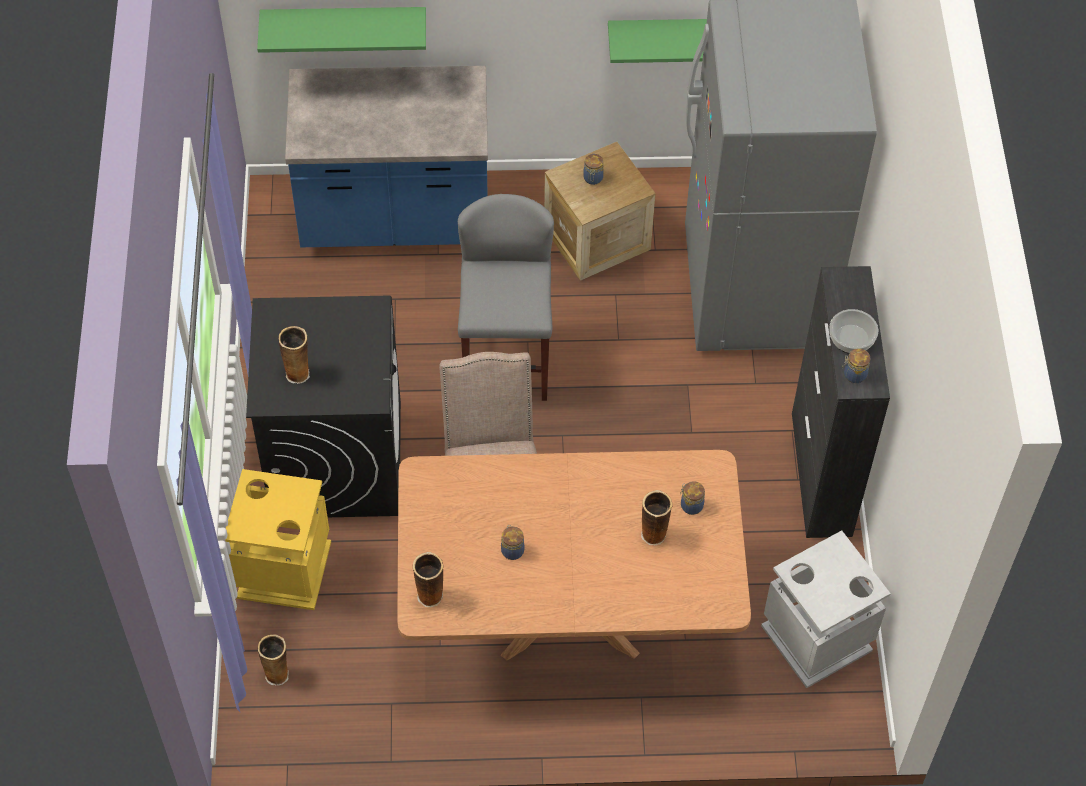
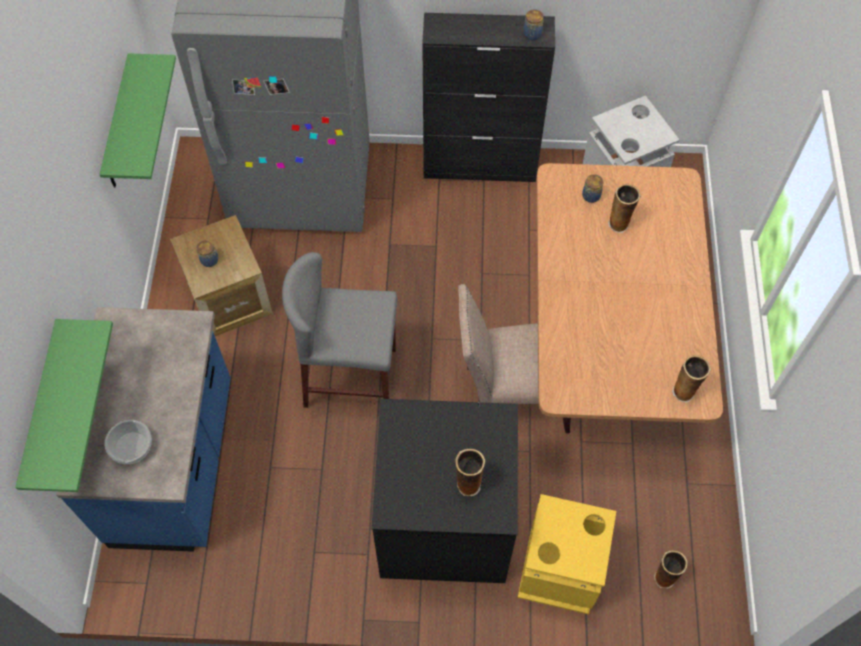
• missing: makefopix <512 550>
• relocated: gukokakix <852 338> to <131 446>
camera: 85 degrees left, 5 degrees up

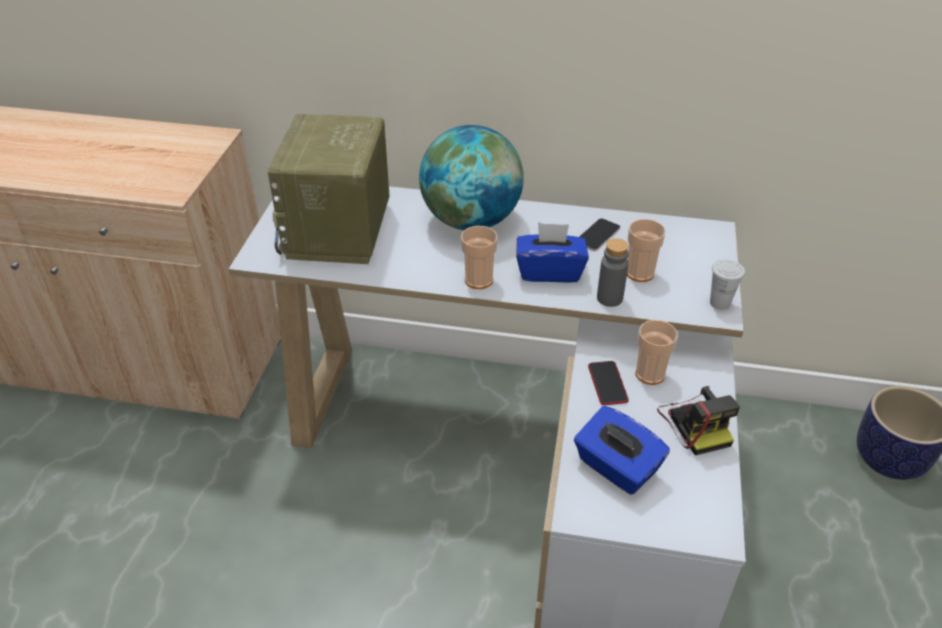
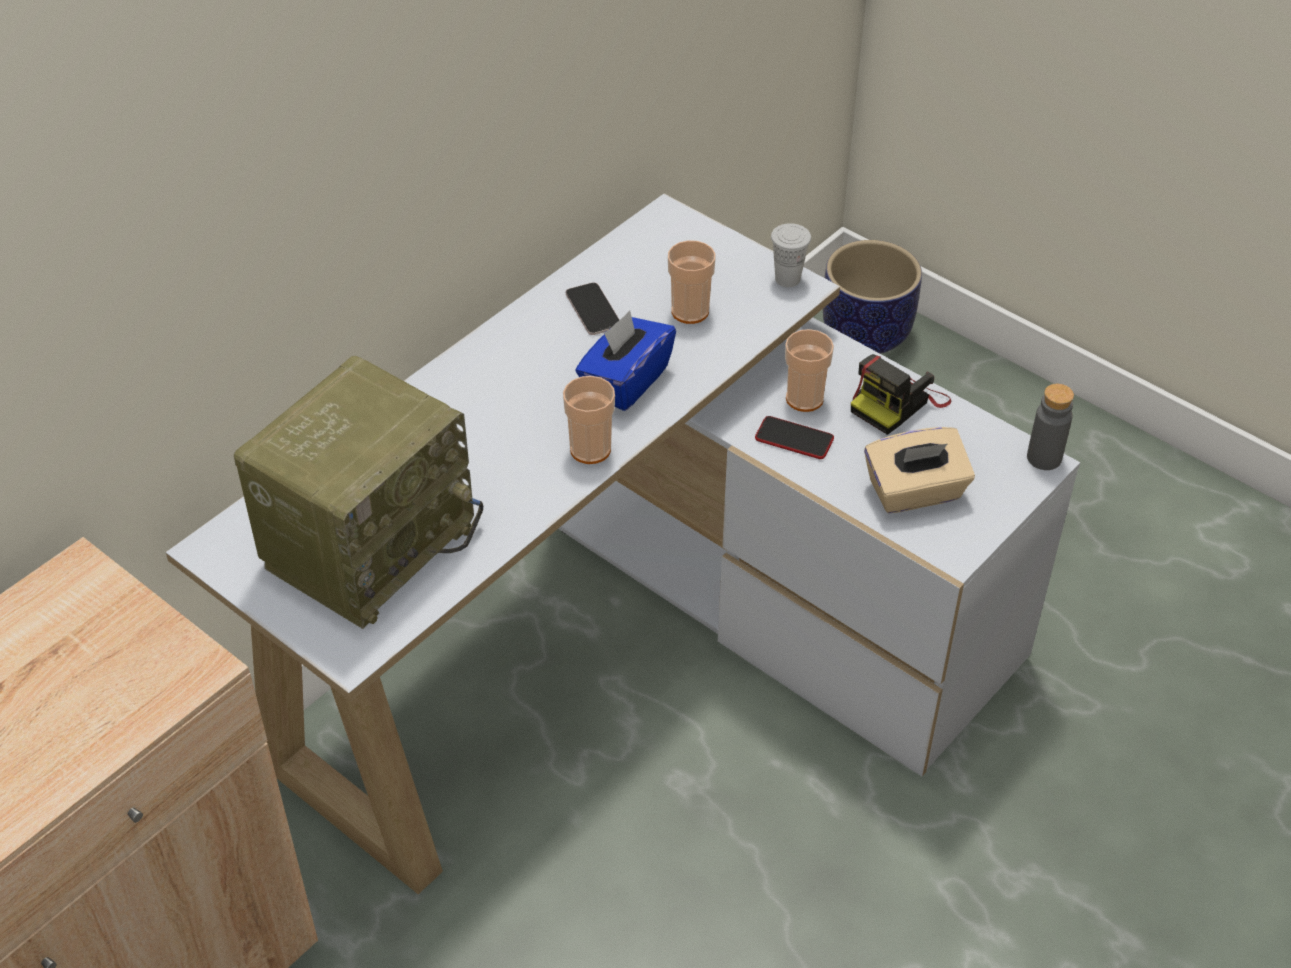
• spun: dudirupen <339 232> = <369 543> 90 degrees counterclockwise
• missing: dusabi <471 221>
• colour: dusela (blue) <616 467> to dusela (beige) <915 492>
• relocated: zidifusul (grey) <609 298> to <1044 458>
• spun: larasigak <695 424> = <898 403> 120 degrees clockwise
camera: 60 degrees left, 5 degrees up

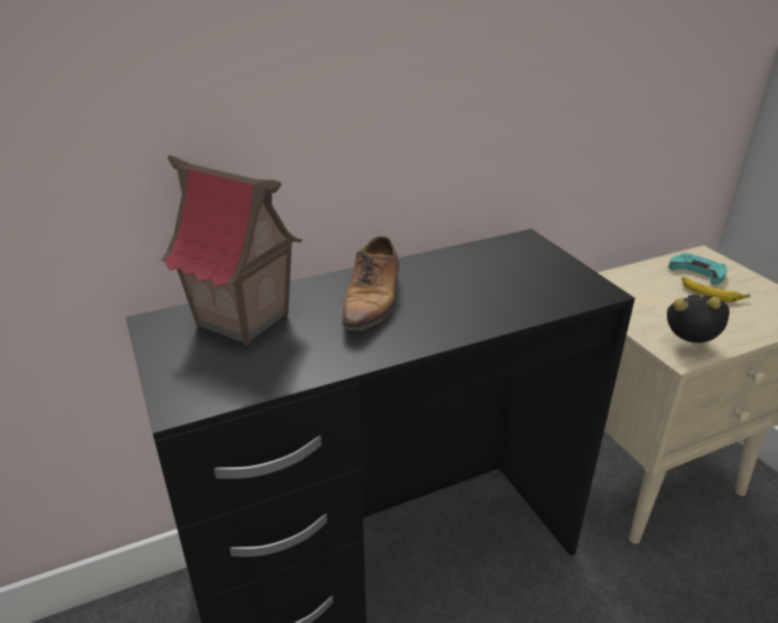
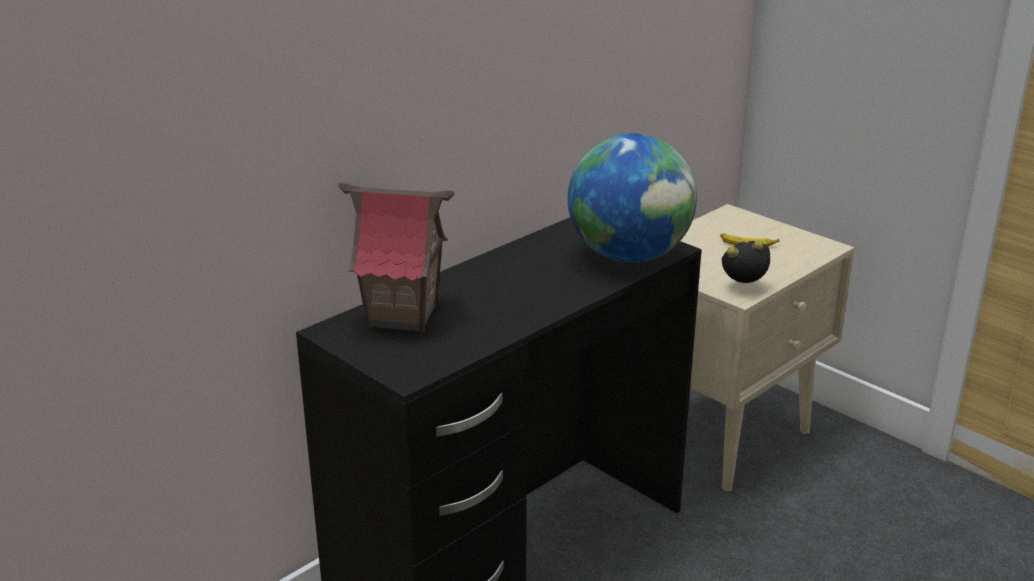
• missing: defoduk <372 301>
• missing: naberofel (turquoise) <698 272>
• appeared: dusabi <629 256>
camera: 20 degrees left, 5 degrees down

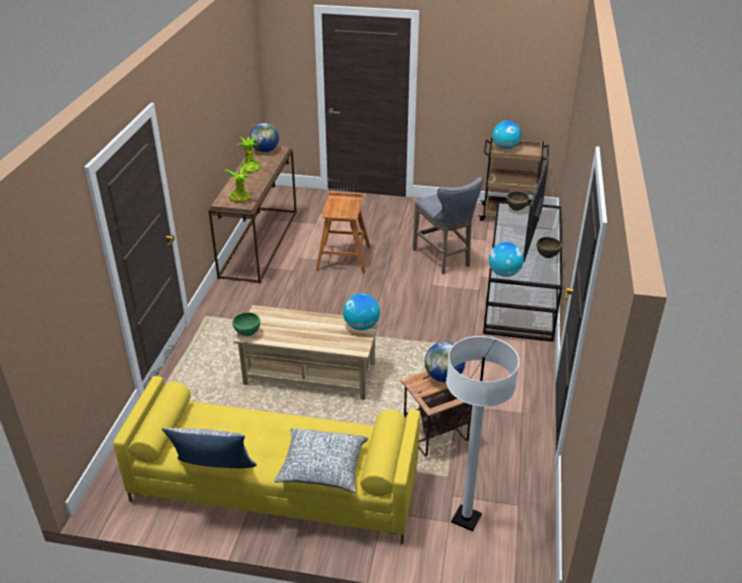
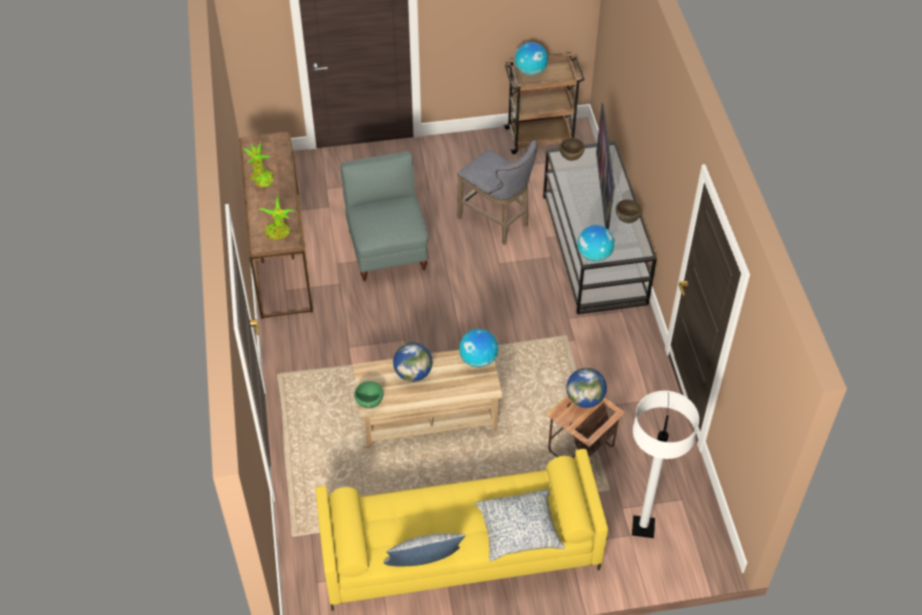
• relocated: dusabi <265 150> to <413 373>
• exchanged: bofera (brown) <343 258> to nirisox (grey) <387 250>
camera: 20 degrees left, 15 degrees up

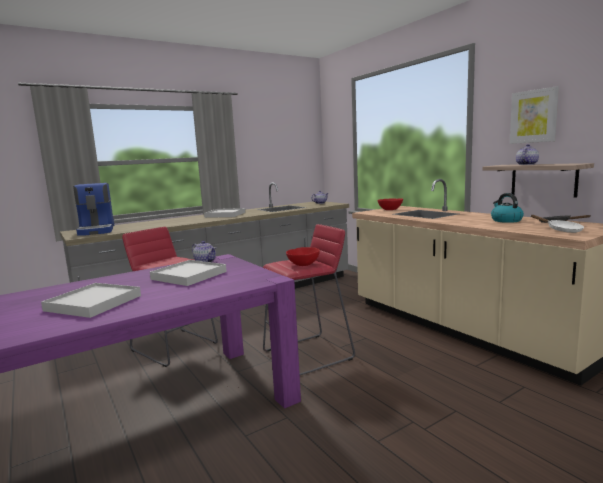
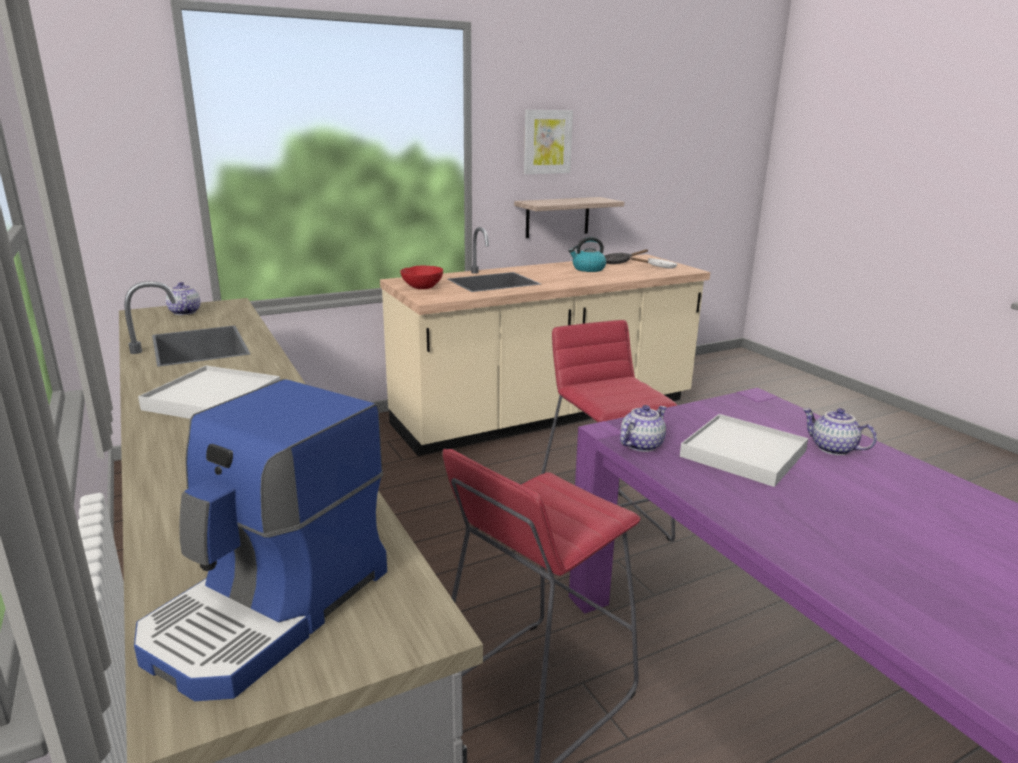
• missing: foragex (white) <94 303>
• spun: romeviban <97 230> = <272 609> 135 degrees clockwise
• missing: gukokakix (red) <303 264>
• relocated: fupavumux <526 164> to <832 449>
camera: 85 degrees left, 10 degrees up

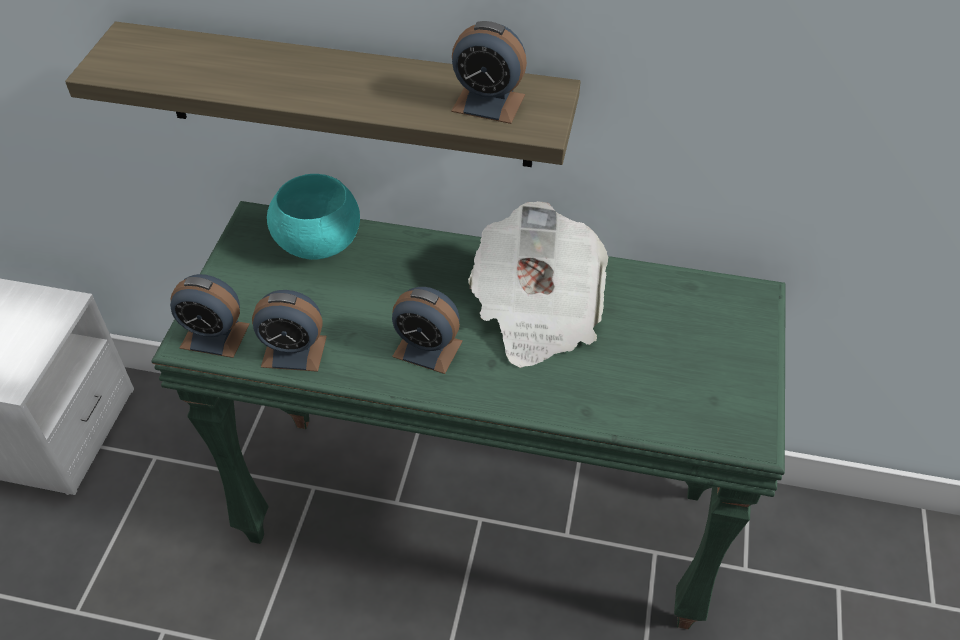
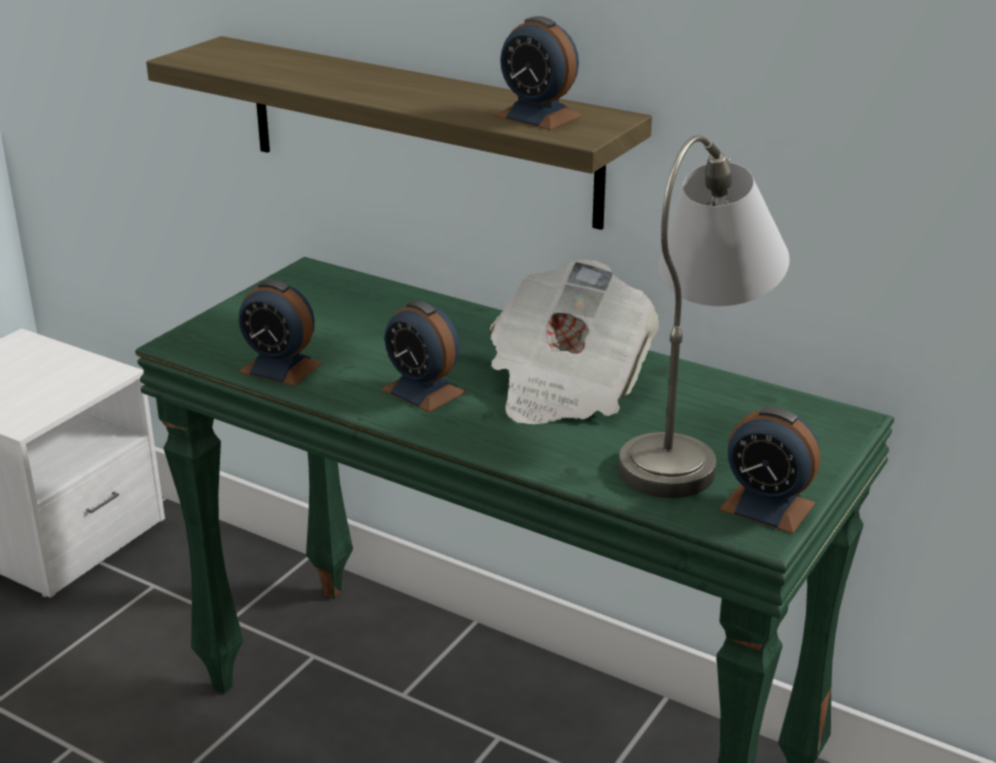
• relocated: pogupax <215 336> to <767 506>
• missing: gukokakix (turquoise) <318 244>
• appeared: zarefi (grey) <694 441>
camera: 20 degrees right, 20 degrees down

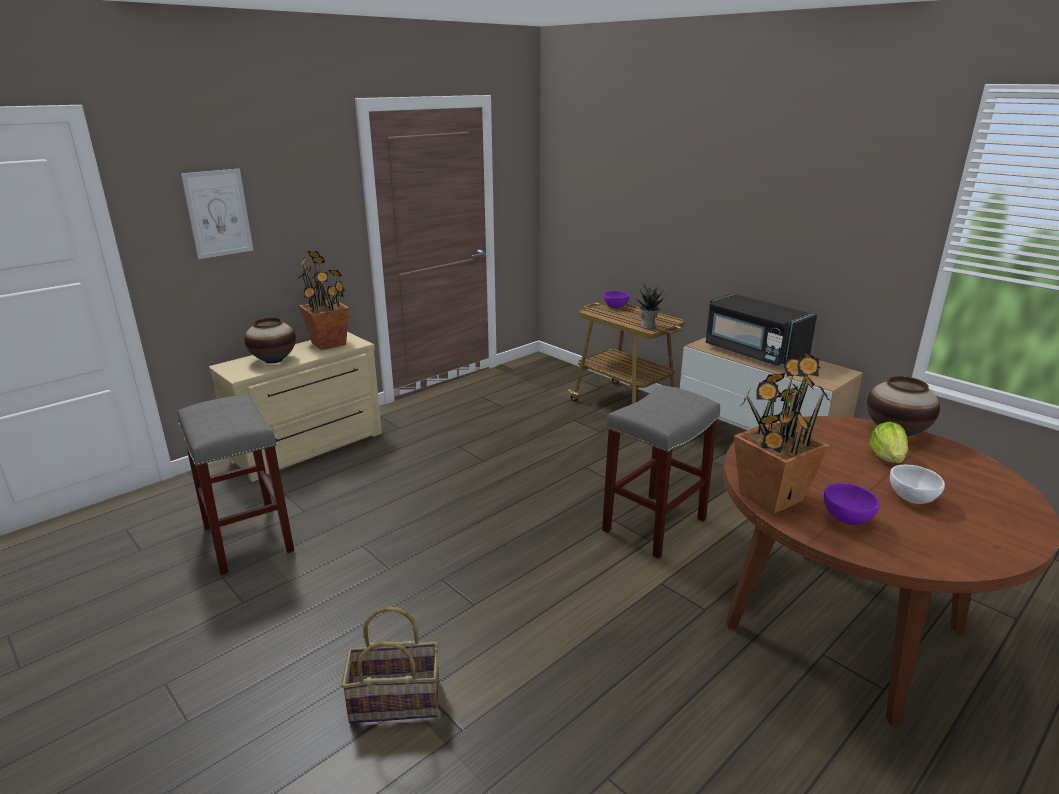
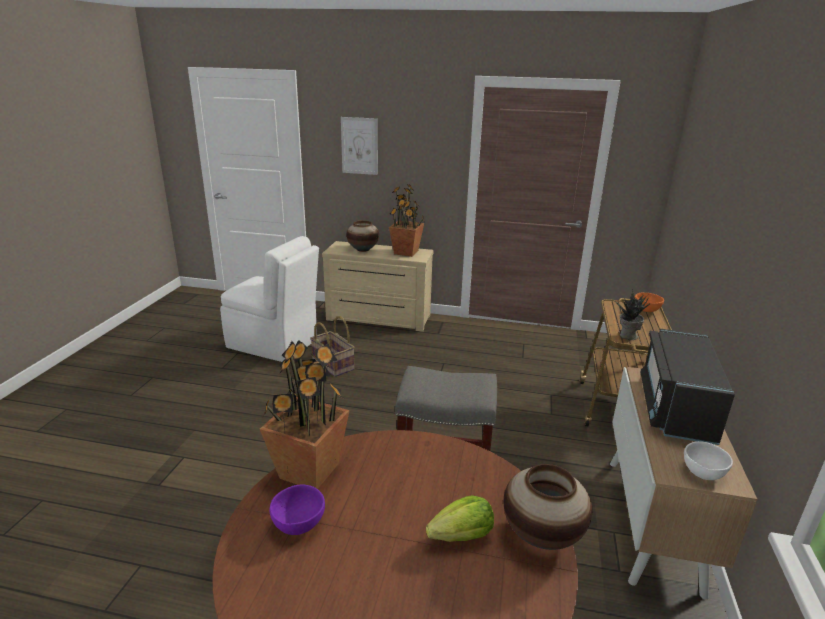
• exchanged: bofera (grey) <249 539> to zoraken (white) <274 344>
• relocated: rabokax <396 700> to <333 364>
• colour: gukokakix (purple) <615 306> to gukokakix (orange) <646 310>
• relocated: gukokakix (white) <911 499> to <702 473>
camera: 55 degrees right, 0 degrees up

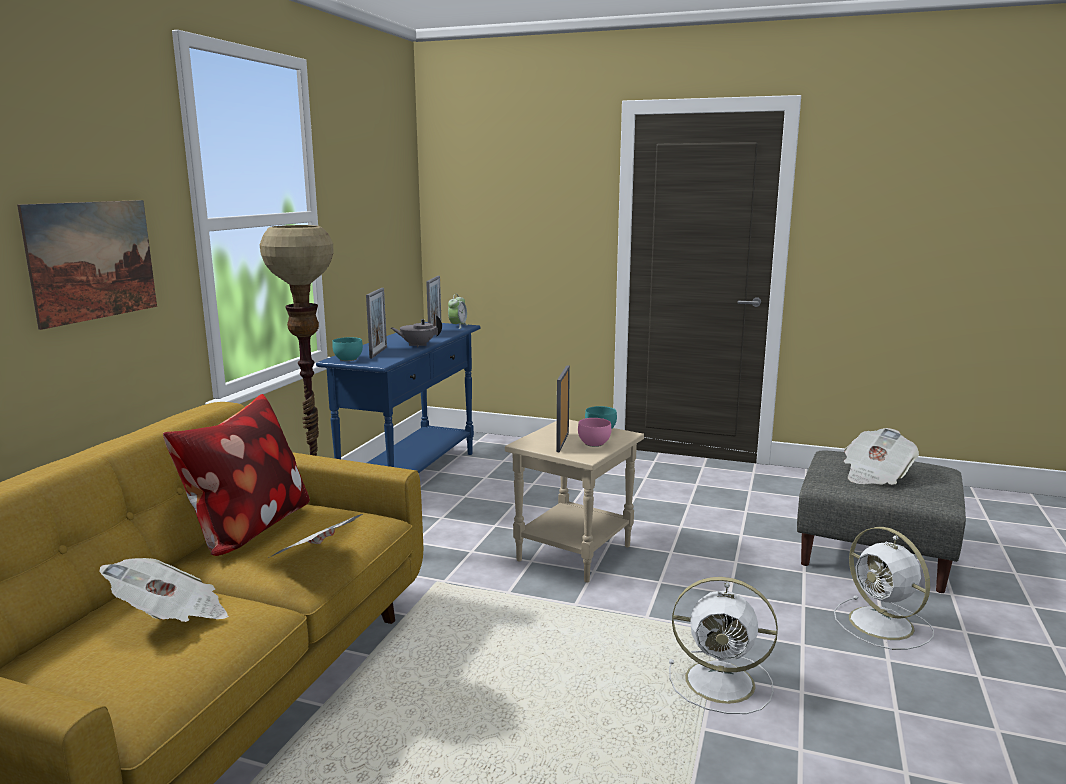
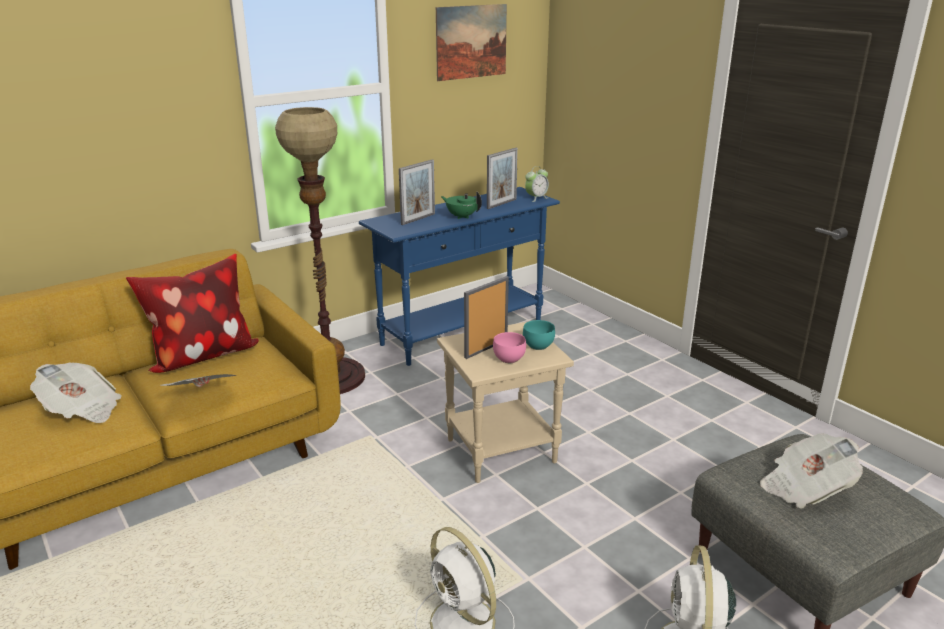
• relocated: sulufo <92 260> to <471 42>
• missing: gukokakix (turquoise) <349 359>
• colour: fupavumux (grey) <417 345> to fupavumux (green) <461 216>
camera: 35 degrees right, 10 degrees up

